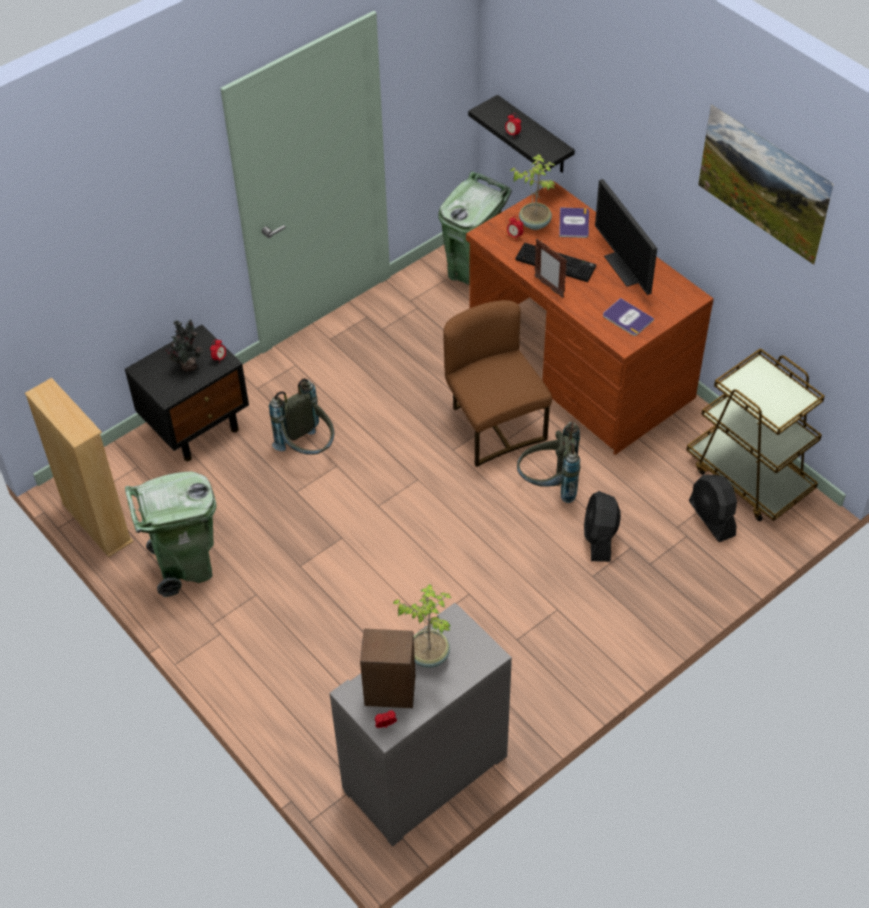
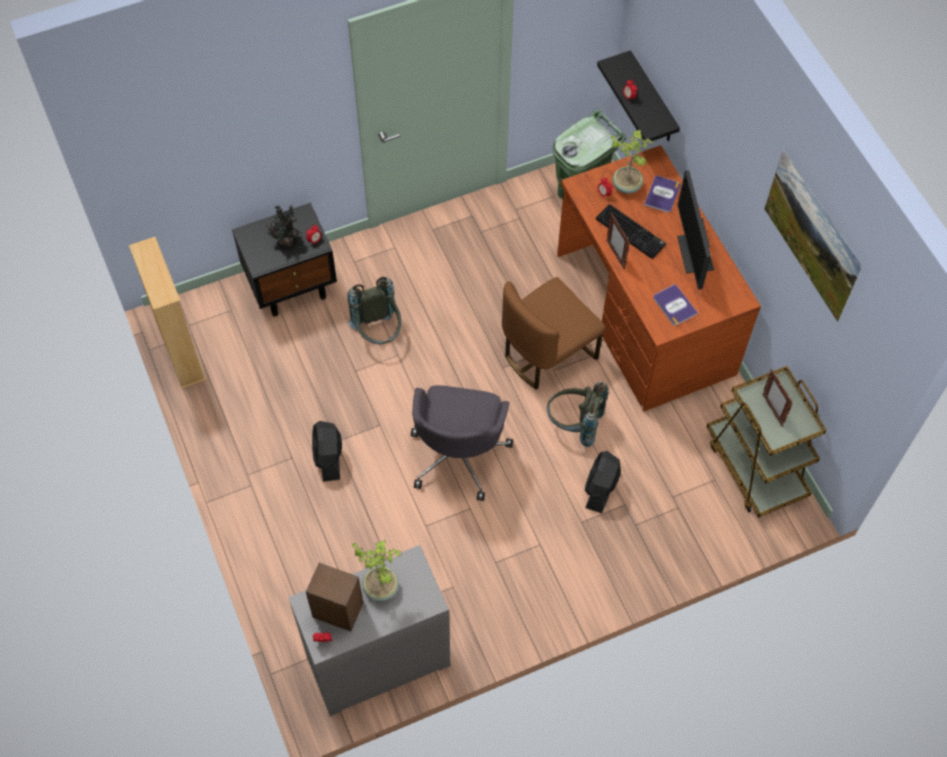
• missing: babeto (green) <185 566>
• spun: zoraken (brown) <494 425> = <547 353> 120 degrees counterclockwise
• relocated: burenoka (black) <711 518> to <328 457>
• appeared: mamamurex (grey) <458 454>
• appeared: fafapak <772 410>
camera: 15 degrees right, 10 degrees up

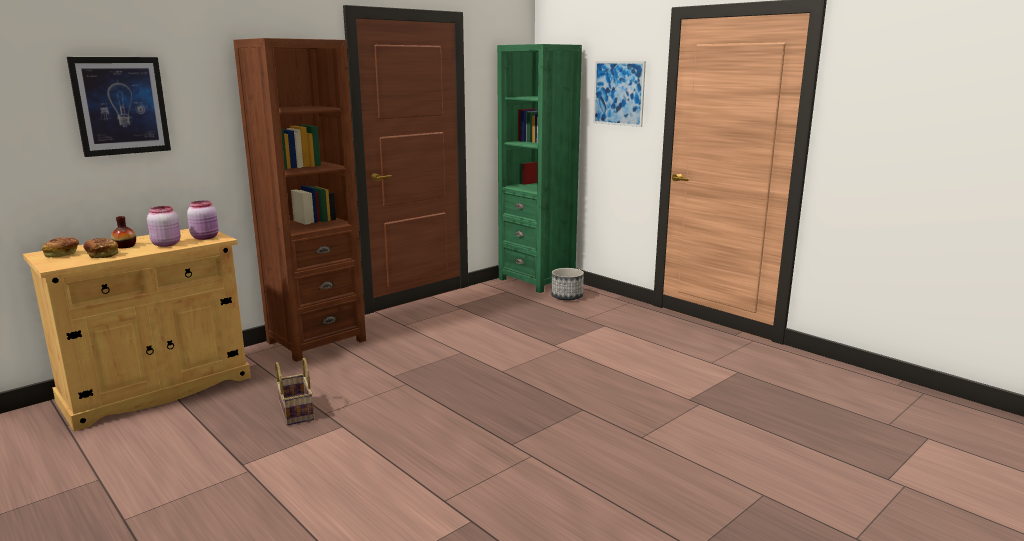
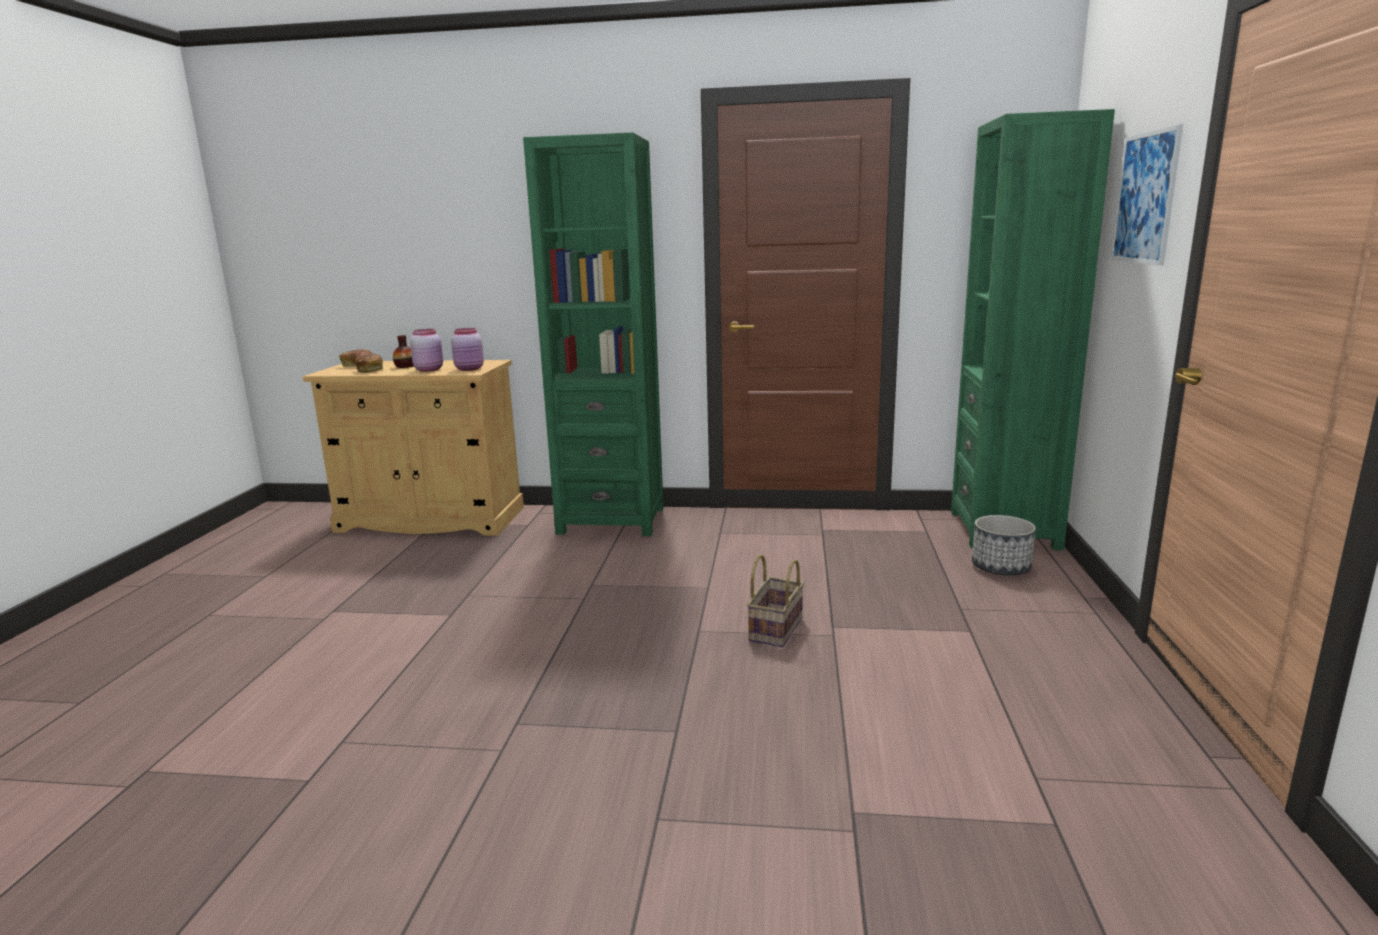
• missing: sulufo <121 106>
• colour: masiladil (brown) <316 341> to masiladil (green) <611 520>
• relocated: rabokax <295 412> to <775 628>
camera: 50 degrees right, 0 degrees up

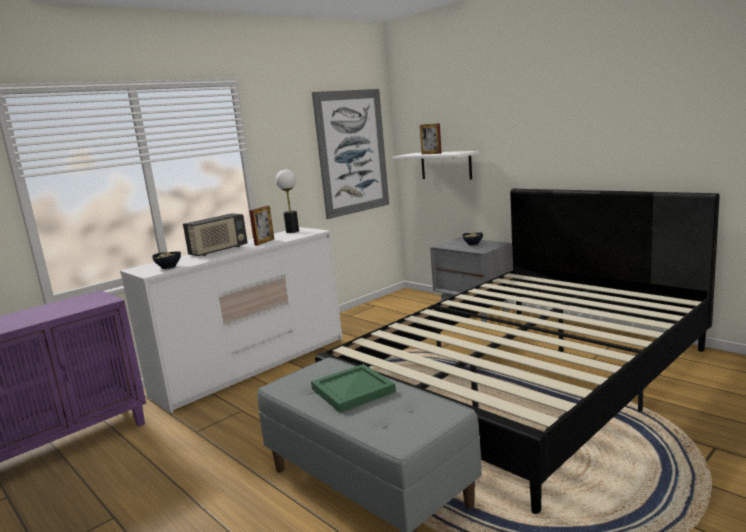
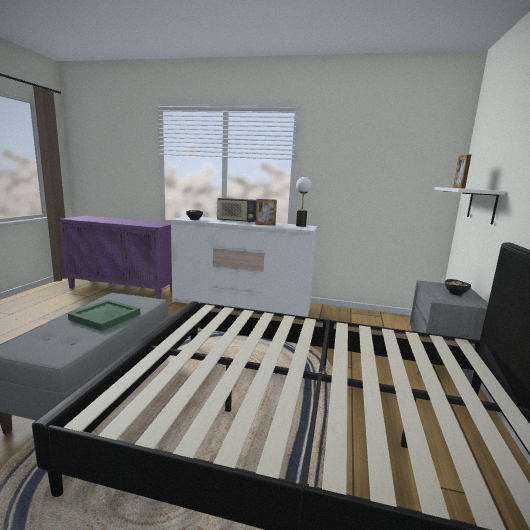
• missing: sulufo <352 152>
camera: 55 degrees right, 0 degrees up

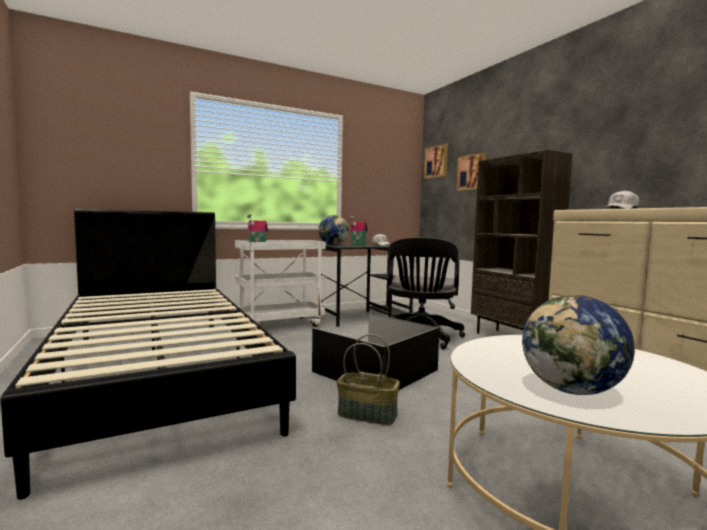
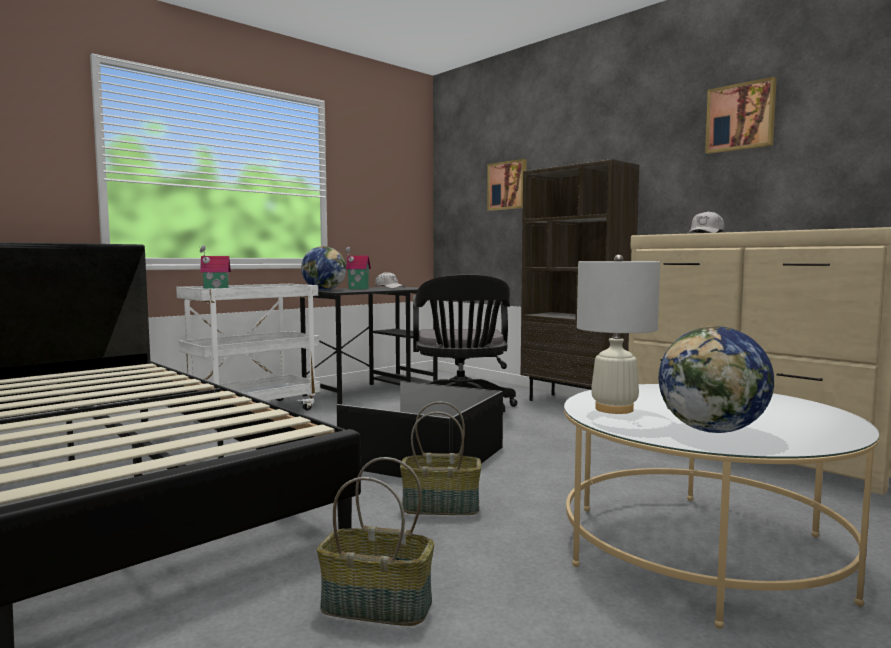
• relocated: sulufo <436 161> to <741 117>
• appeared: rabokax <375 606>
• appeared: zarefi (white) <614 409>
camera: 15 degrees left, 0 degrees up

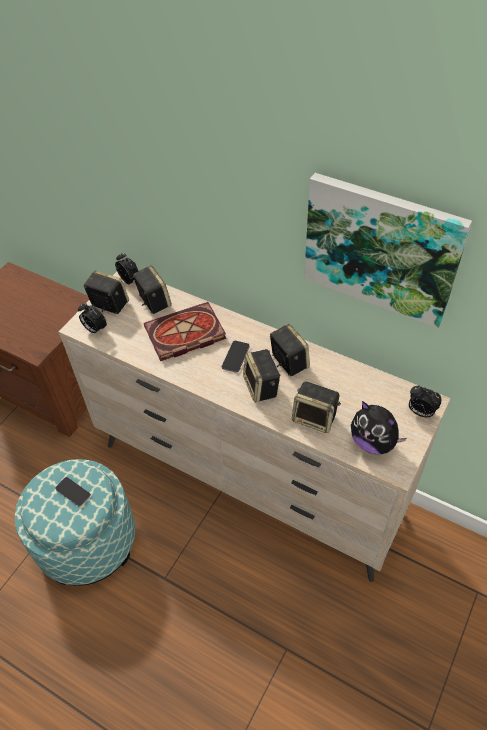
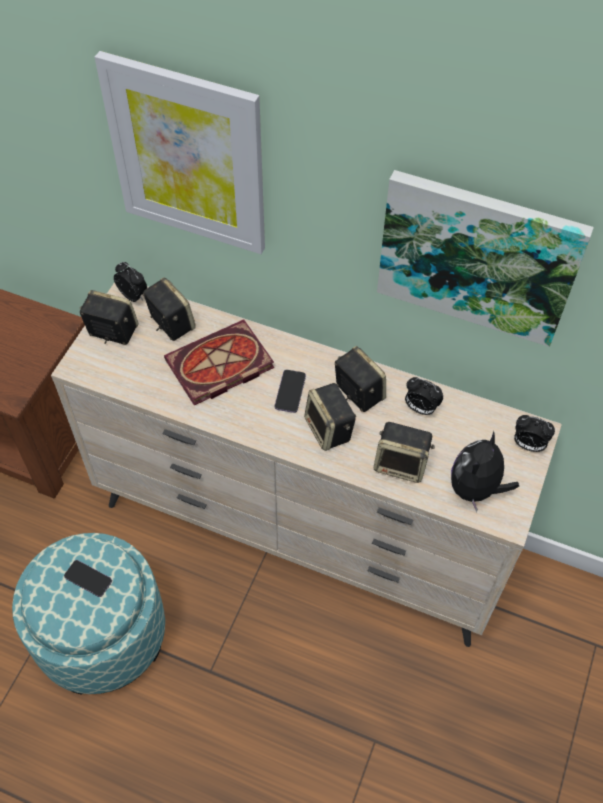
• relocated: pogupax <95 329> to <420 408>
• spun: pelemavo <373 442> = <476 489> 90 degrees clockwise
• appeared: sulufo <188 156>
camera: 10 degrees left, 5 degrees up

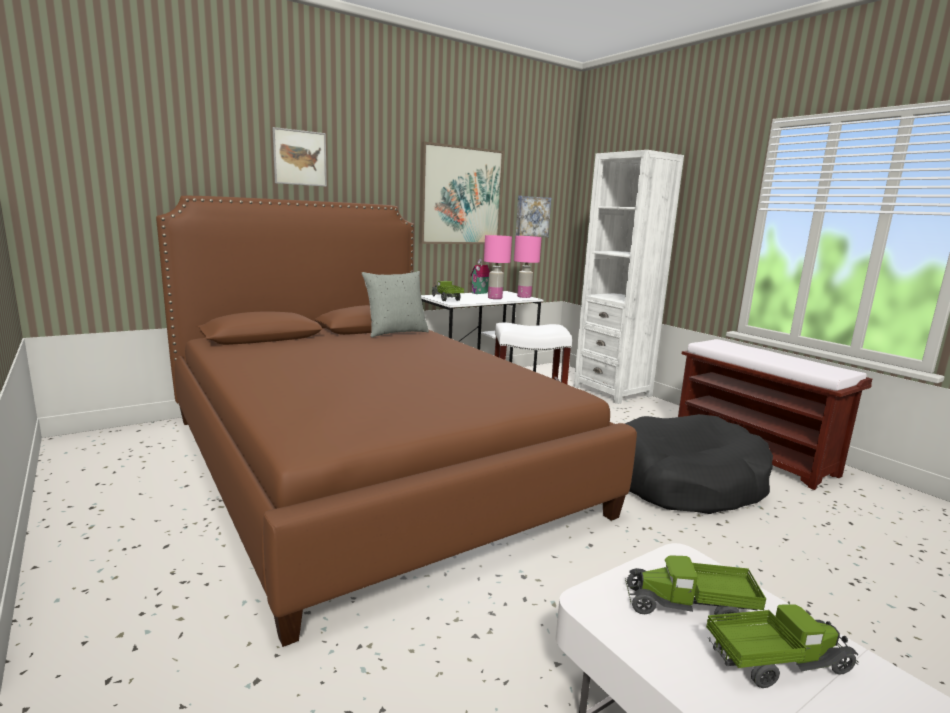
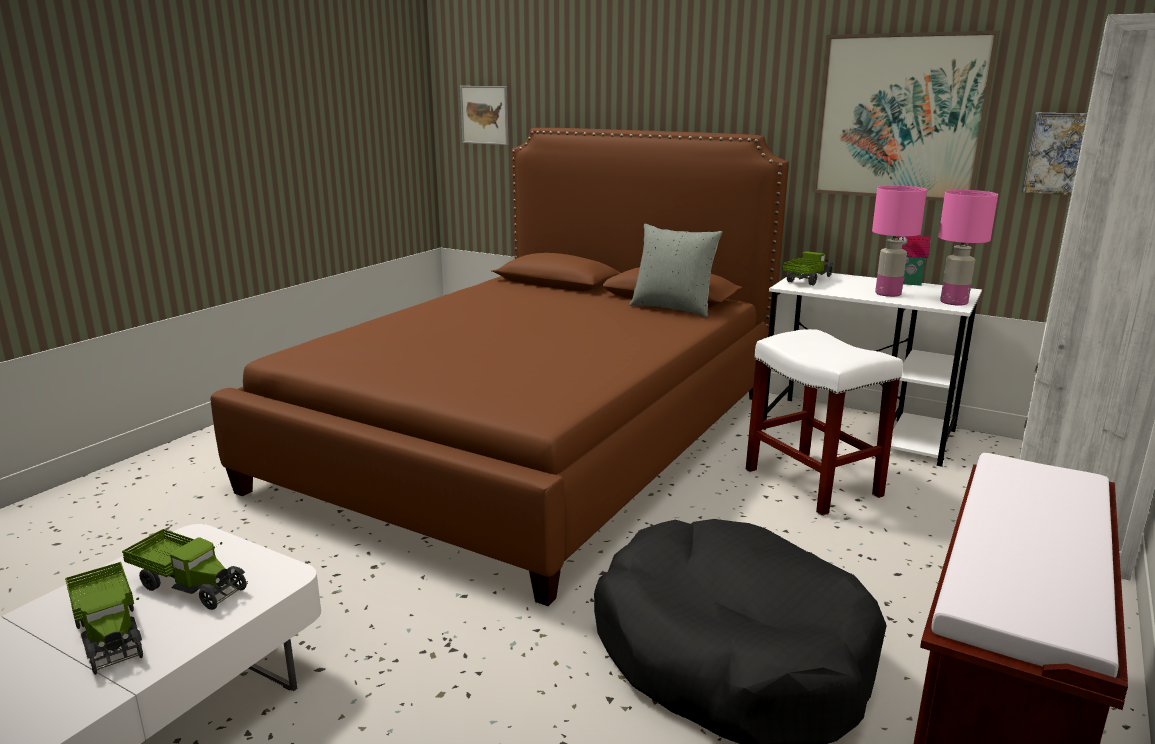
• relocated: sulufo <300 158> to <485 115>
• spun: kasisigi <690 608> = <190 585> 135 degrees clockwise
camera: 65 degrees right, 5 degrees up

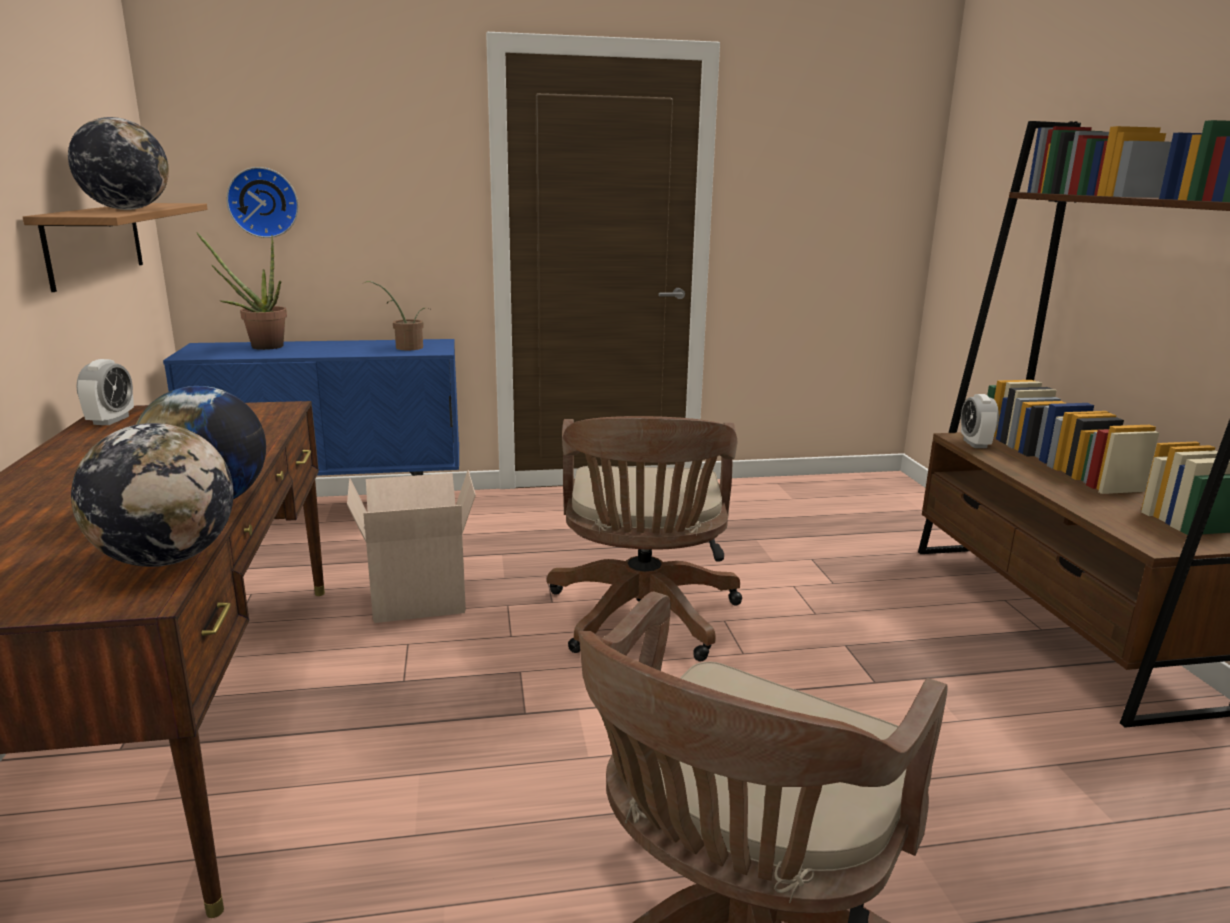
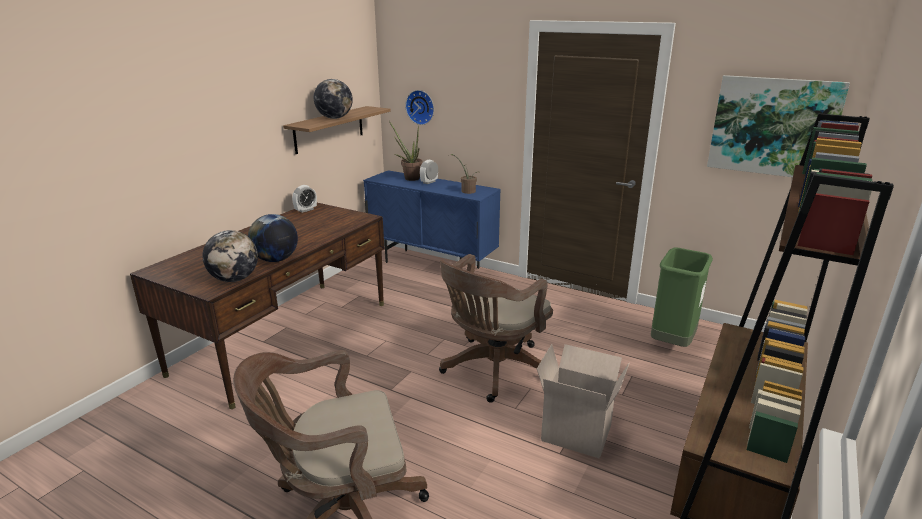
• relocated: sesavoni <420 598> to <578 432>
• relocated: pogupax <975 444> to <429 182>
• appeared: babeto (green) <672 342>
• appeared: sulufo <773 126>
camera: 40 degrees right, 5 degrees up

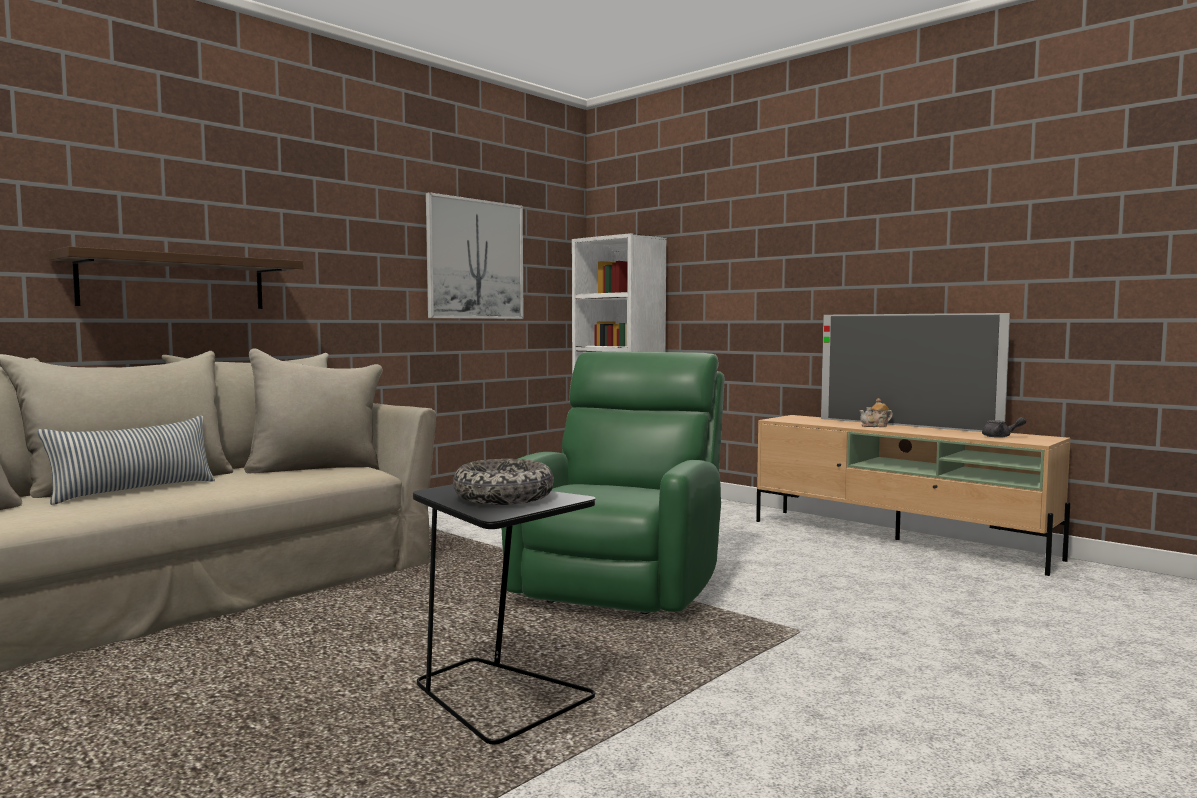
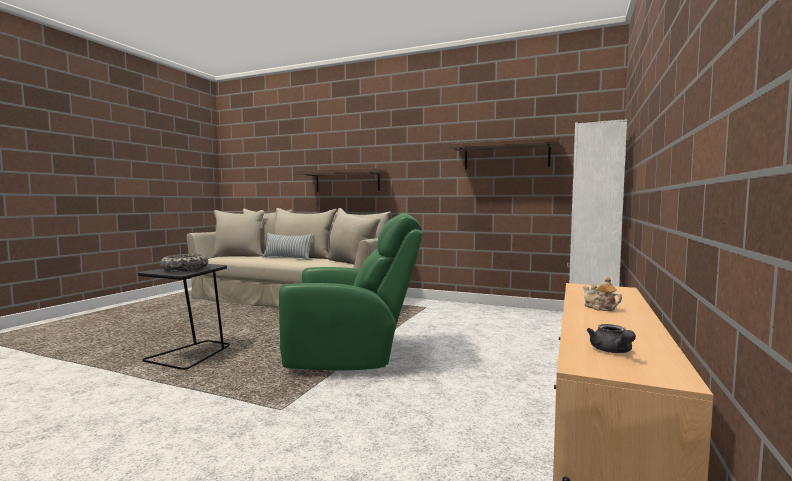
• exchanged: sulufo <475 259> to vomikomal <506 156>
• missing: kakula <906 425>
camera: 70 degrees right, 0 degrees up

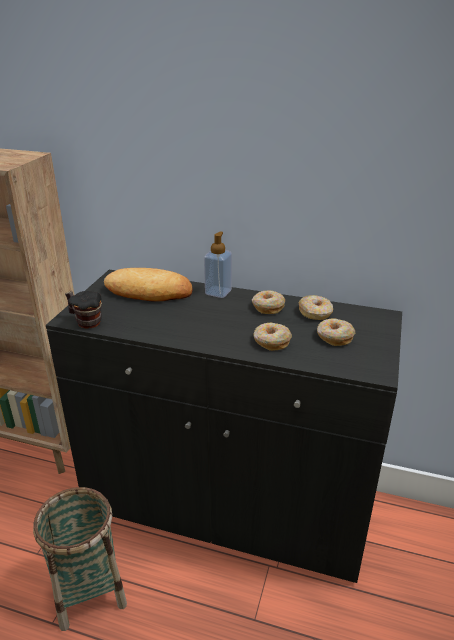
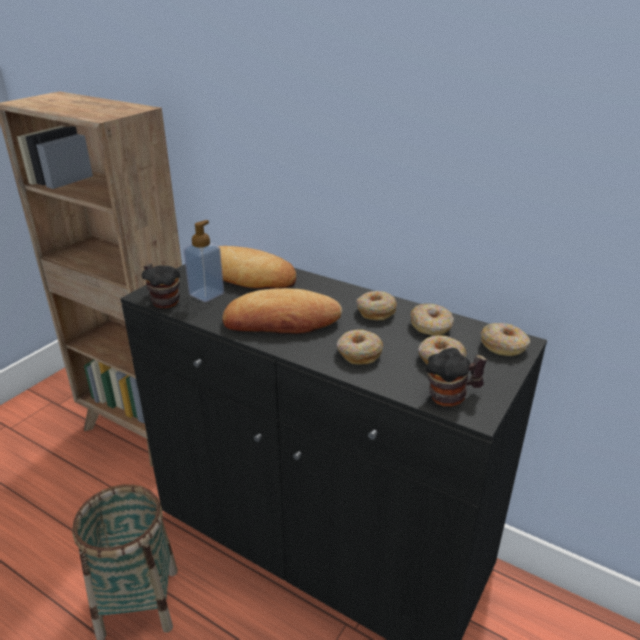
• relocated: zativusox <218 292> to <206 294>
• appeared: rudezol <281 322>
• appeared: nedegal <452 396>
• appeared: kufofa <504 346>
camera: 15 degrees right, 0 degrees up

